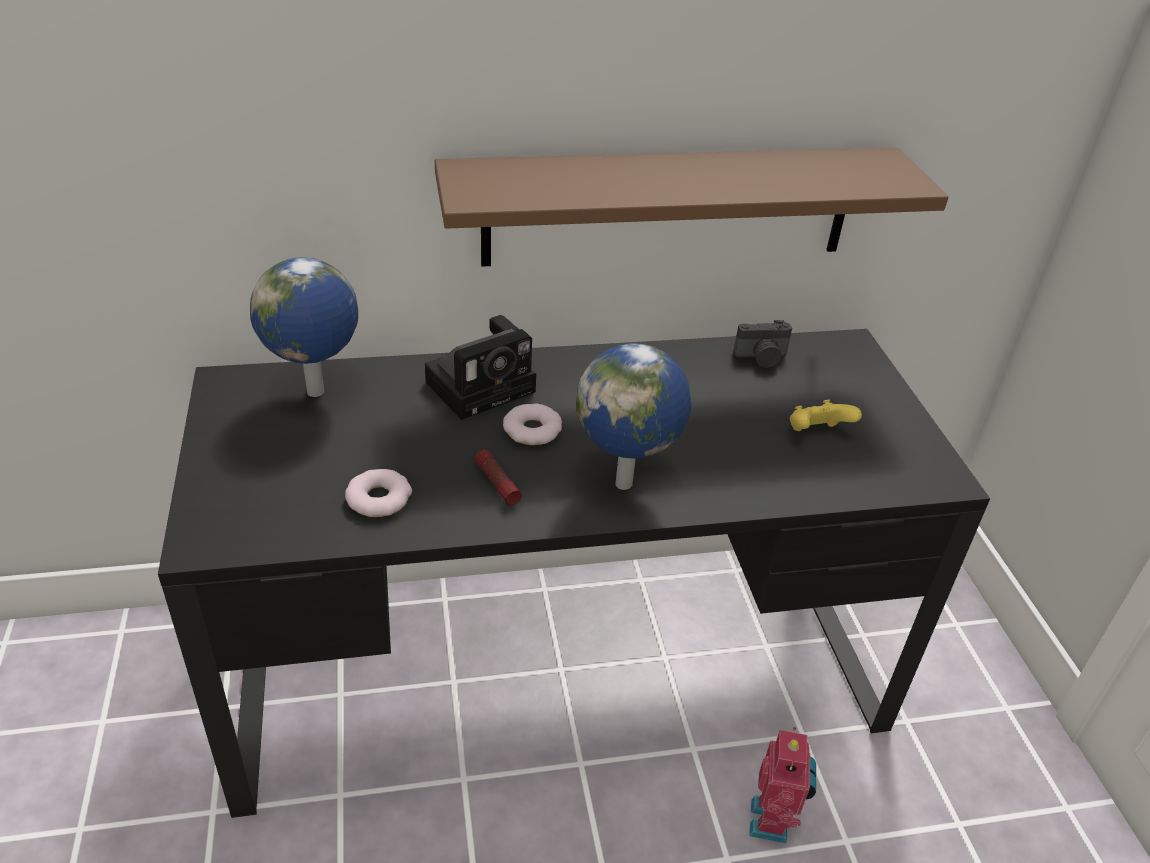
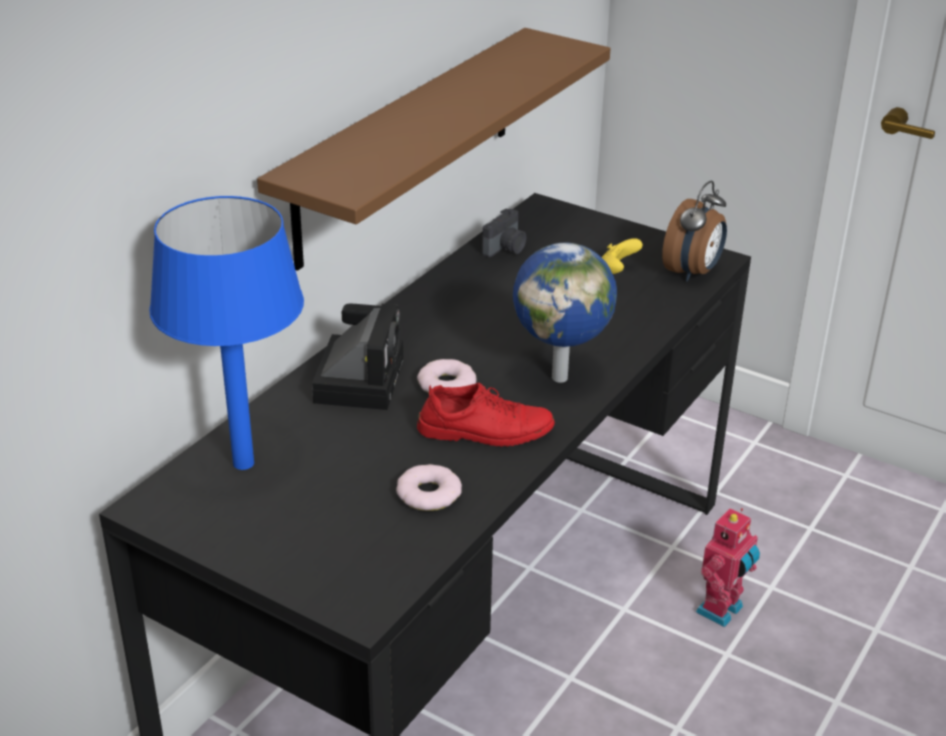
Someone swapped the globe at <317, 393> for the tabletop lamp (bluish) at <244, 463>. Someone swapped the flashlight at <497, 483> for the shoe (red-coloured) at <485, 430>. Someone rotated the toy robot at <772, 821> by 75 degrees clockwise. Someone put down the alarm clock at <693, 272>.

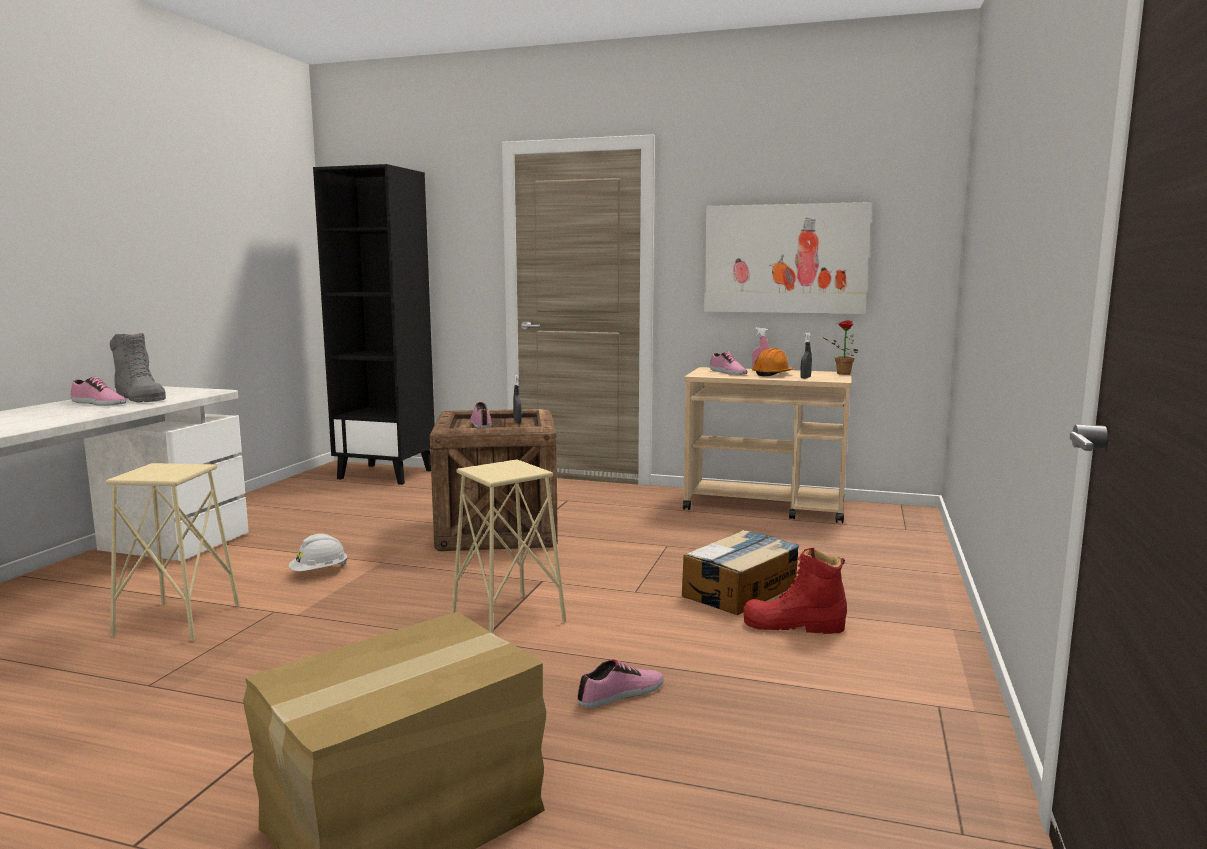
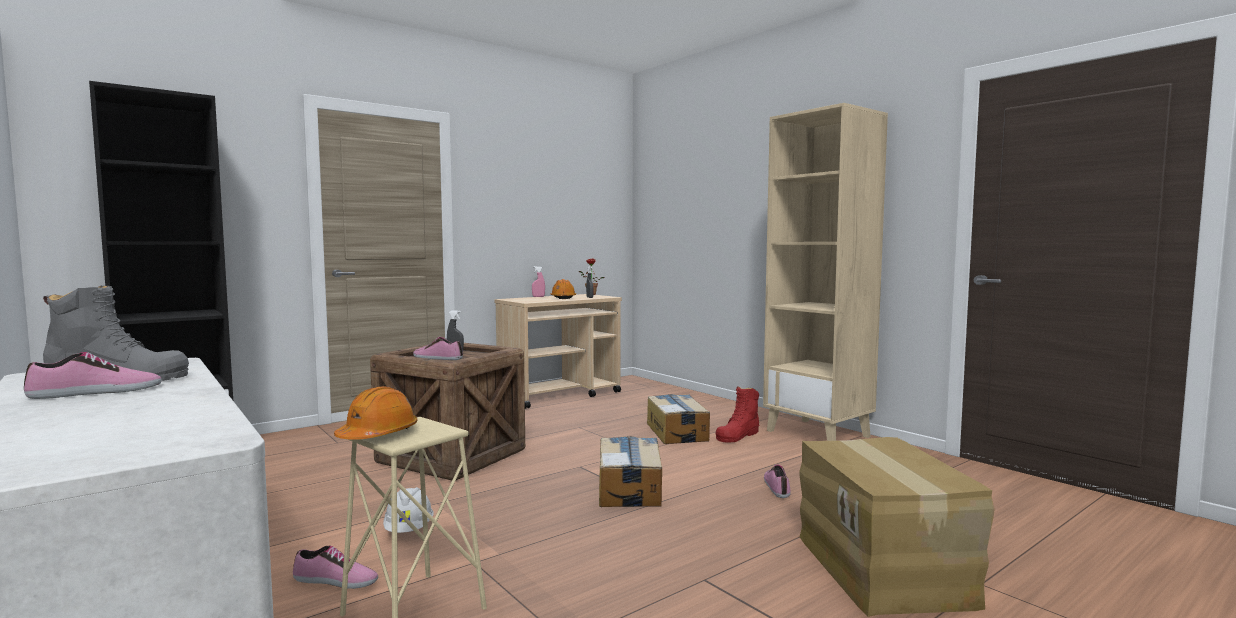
Someone took away the wall art at <785, 259>. Someone carried the shoe from <727, 372> to <335, 581>. Someone swapped the stool seat (beige) at <508, 618> for the cardboard box at <629, 488>. Someone put down the bookcase (beige) at <818, 433>. Someone put down the work helmet (orange-coloured) at <378, 435>.

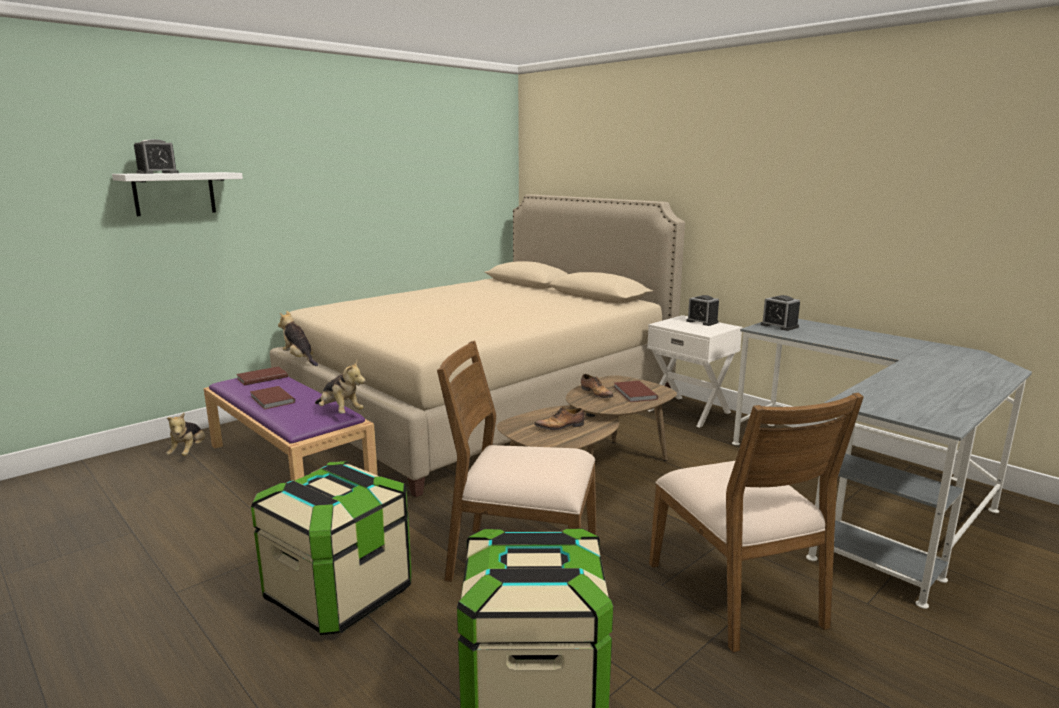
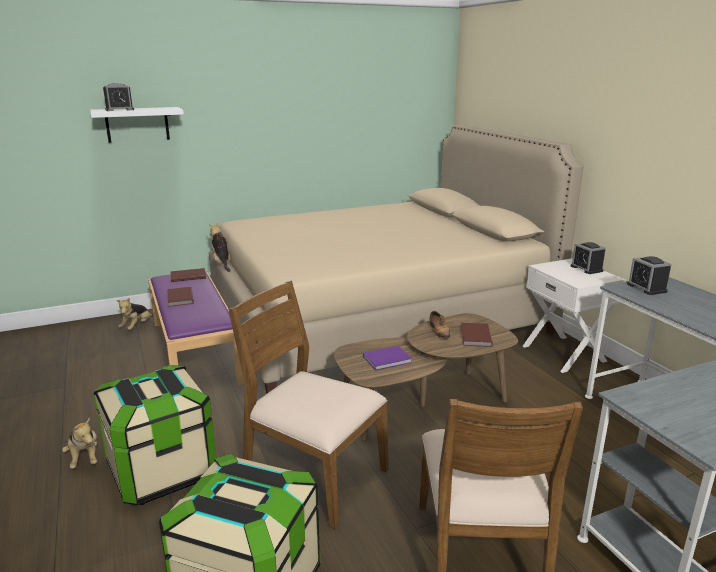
Someone carried the cuddly toy from <340, 412> to <85, 458>. Someone swapped the shoe at <561, 427> for the bound book (purplish) at <388, 360>.

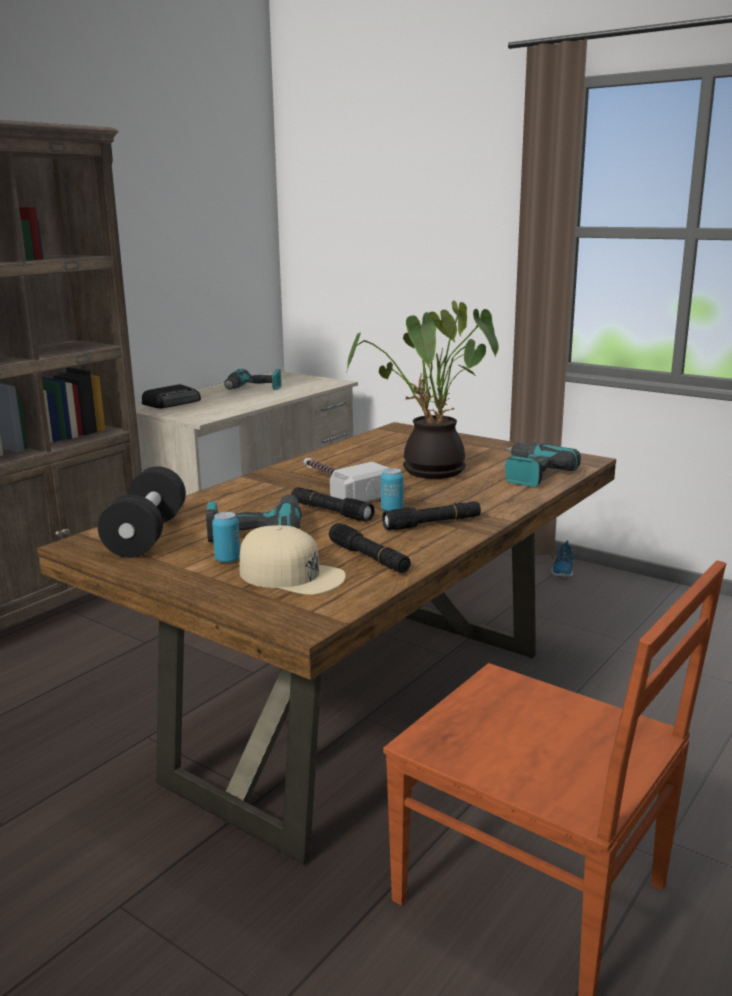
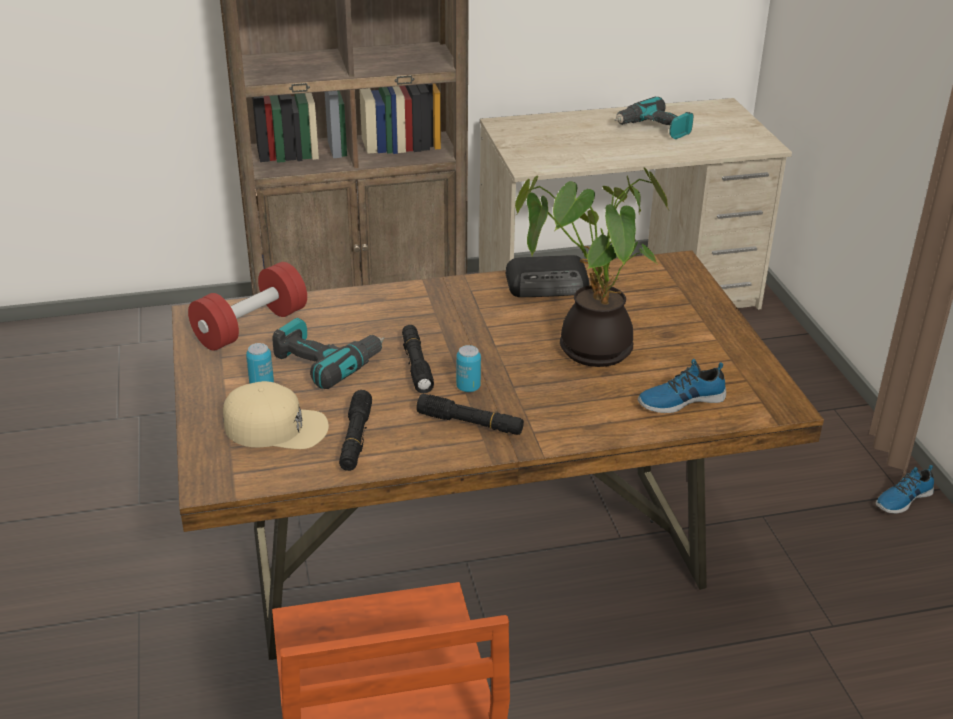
Someone carried the radio set from <173, 402> to <549, 284>. Someone swapped the power drill at <530, 474> for the shoe at <680, 400>. Someone took away the hand hammer at <338, 487>. Someone repainted the hand weight (black-coloured) at <147, 535>, which became the hand weight (red-coloured) at <251, 327>. Someone rotated the cap (beige) at <291, 575> by 60 degrees counterclockwise.

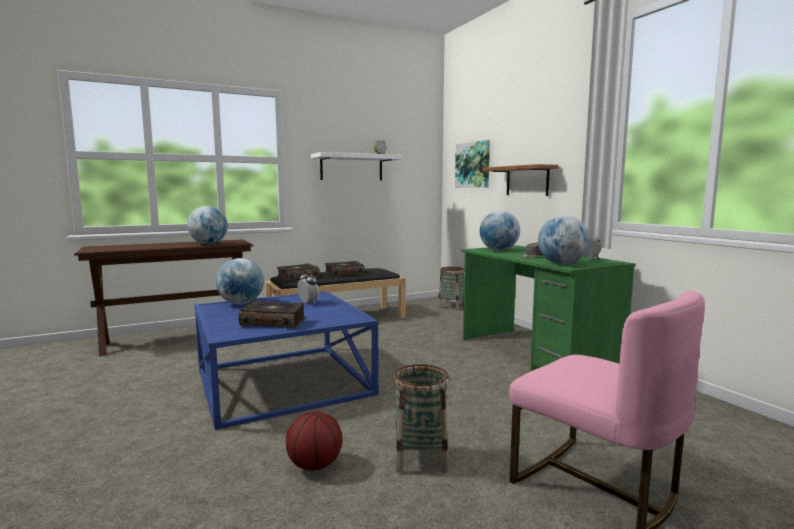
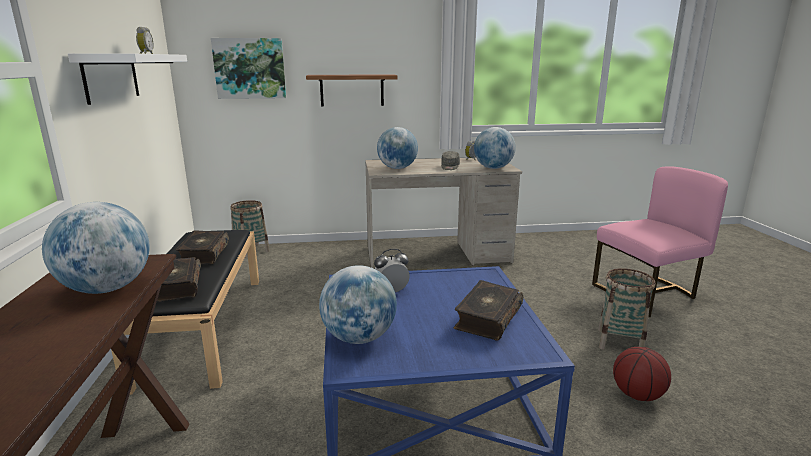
Someone repainted the desk (green-coloured) at <535, 356>, which became the desk (beige) at <437, 255>.

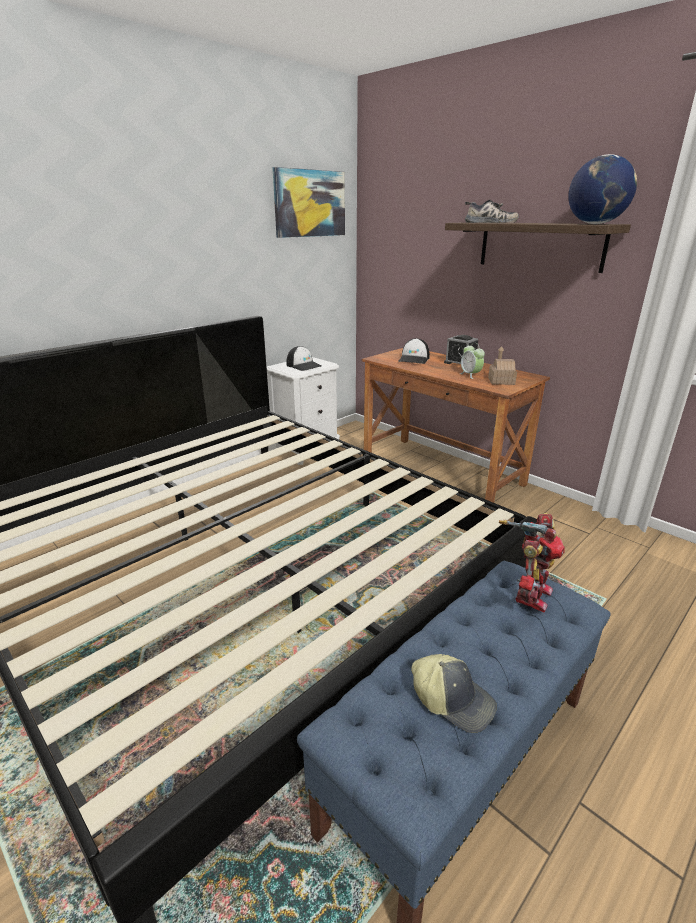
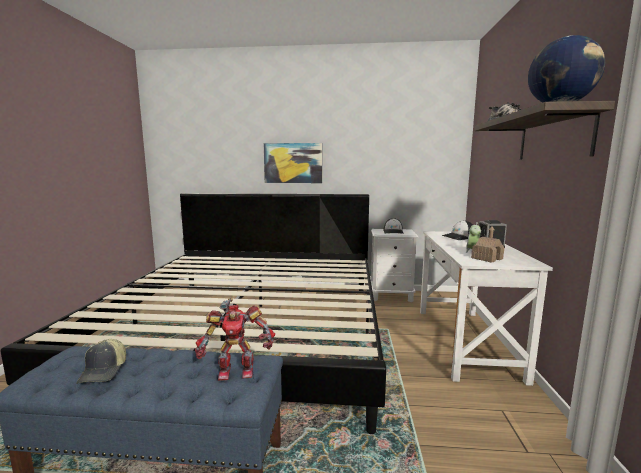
Someone carried the wall art from <309, 203> to <293, 163>. Someone repainted the desk (brownish) at <441, 471>, which became the desk (white-coloured) at <465, 341>.

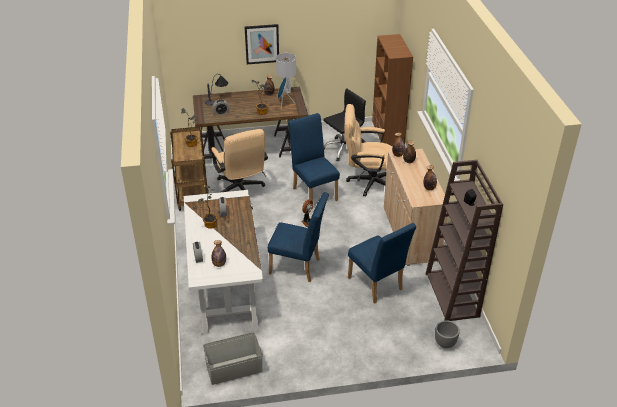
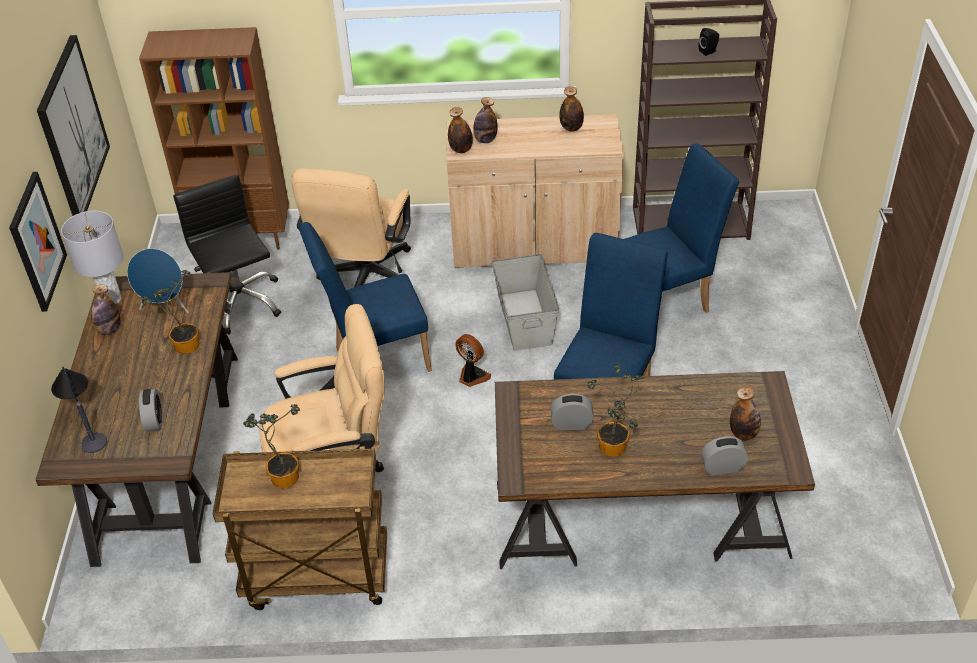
Someone repainted the desk (white-coloured) at <224, 281>, which became the desk (brownish) at <639, 520>. Someone took away the plant pot (greyish) at <445, 344>. Someone carried the storage box (greyish) from <234, 369> to <525, 319>. Someone put up the wall art at <72, 129>.

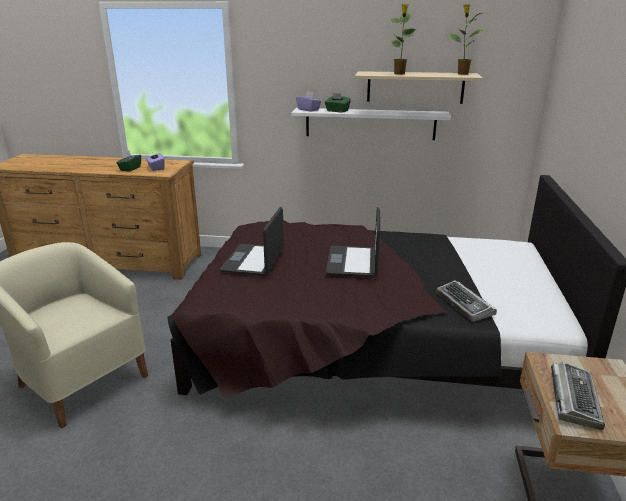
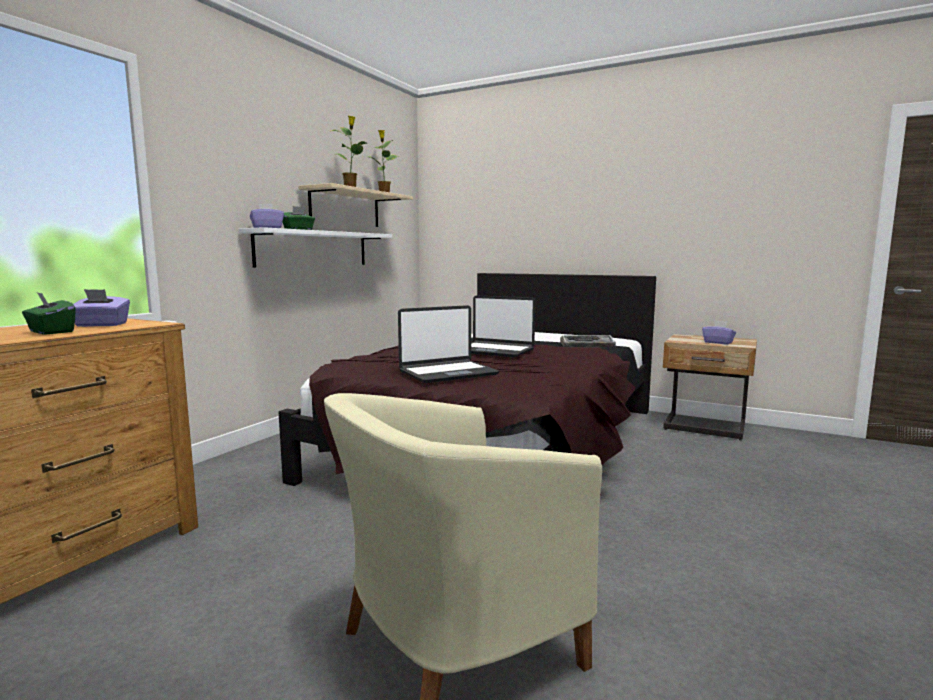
Someone rotated the laptop at <254, 261> by 60 degrees counterclockwise. Someone swapped the PC keyboard at <574, 398> for the box of tissues (purplish) at <718, 342>.

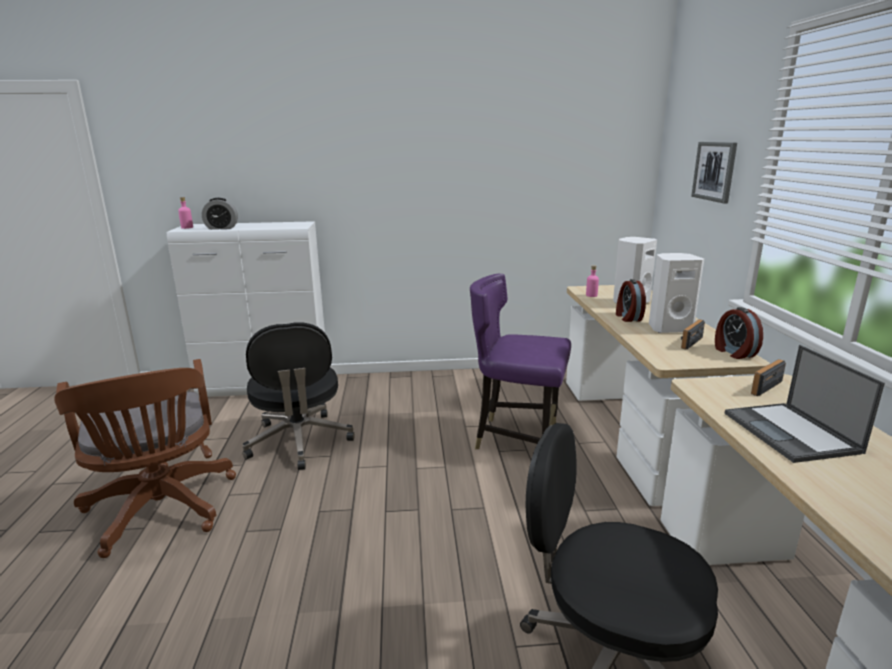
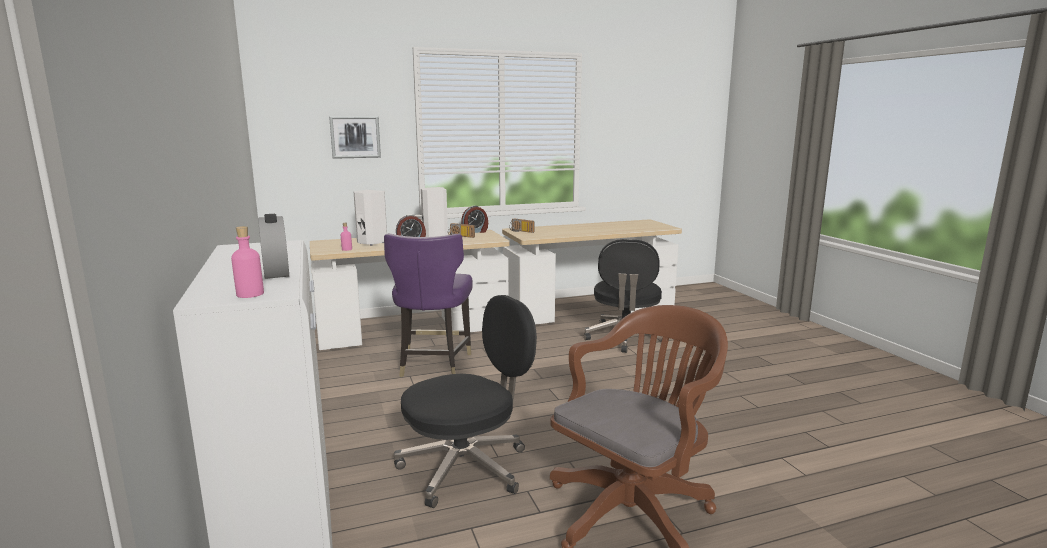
Someone took away the laptop at <792, 433>.

